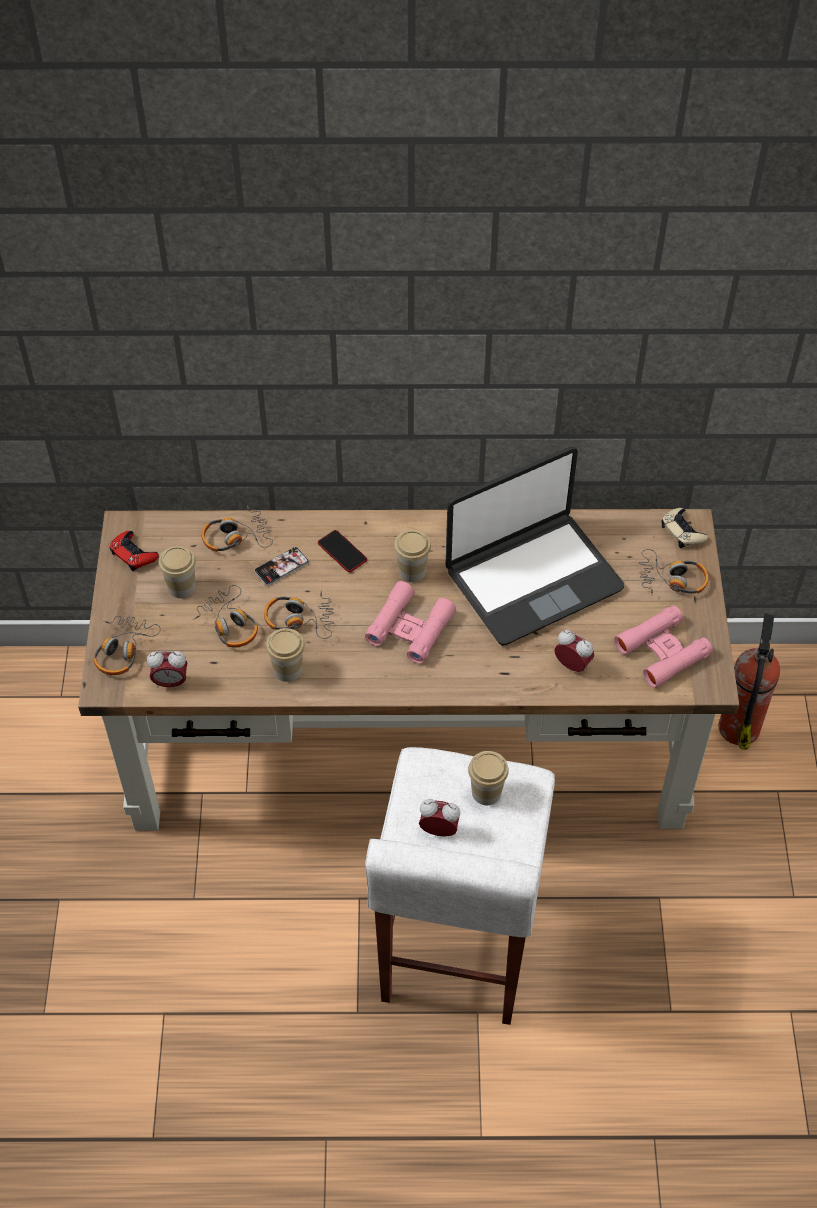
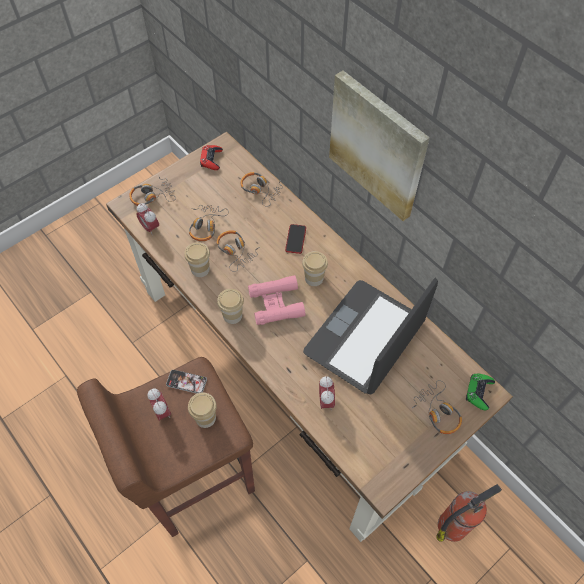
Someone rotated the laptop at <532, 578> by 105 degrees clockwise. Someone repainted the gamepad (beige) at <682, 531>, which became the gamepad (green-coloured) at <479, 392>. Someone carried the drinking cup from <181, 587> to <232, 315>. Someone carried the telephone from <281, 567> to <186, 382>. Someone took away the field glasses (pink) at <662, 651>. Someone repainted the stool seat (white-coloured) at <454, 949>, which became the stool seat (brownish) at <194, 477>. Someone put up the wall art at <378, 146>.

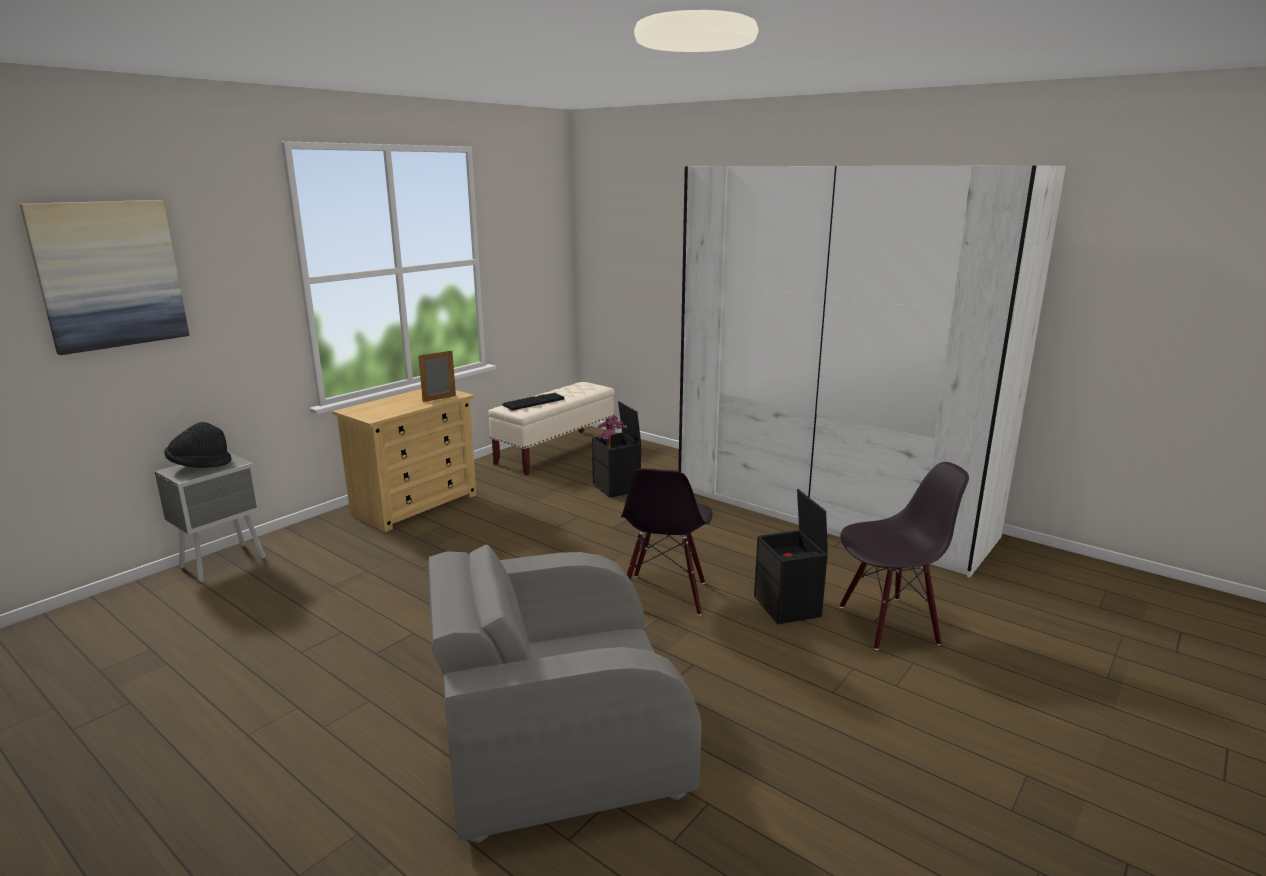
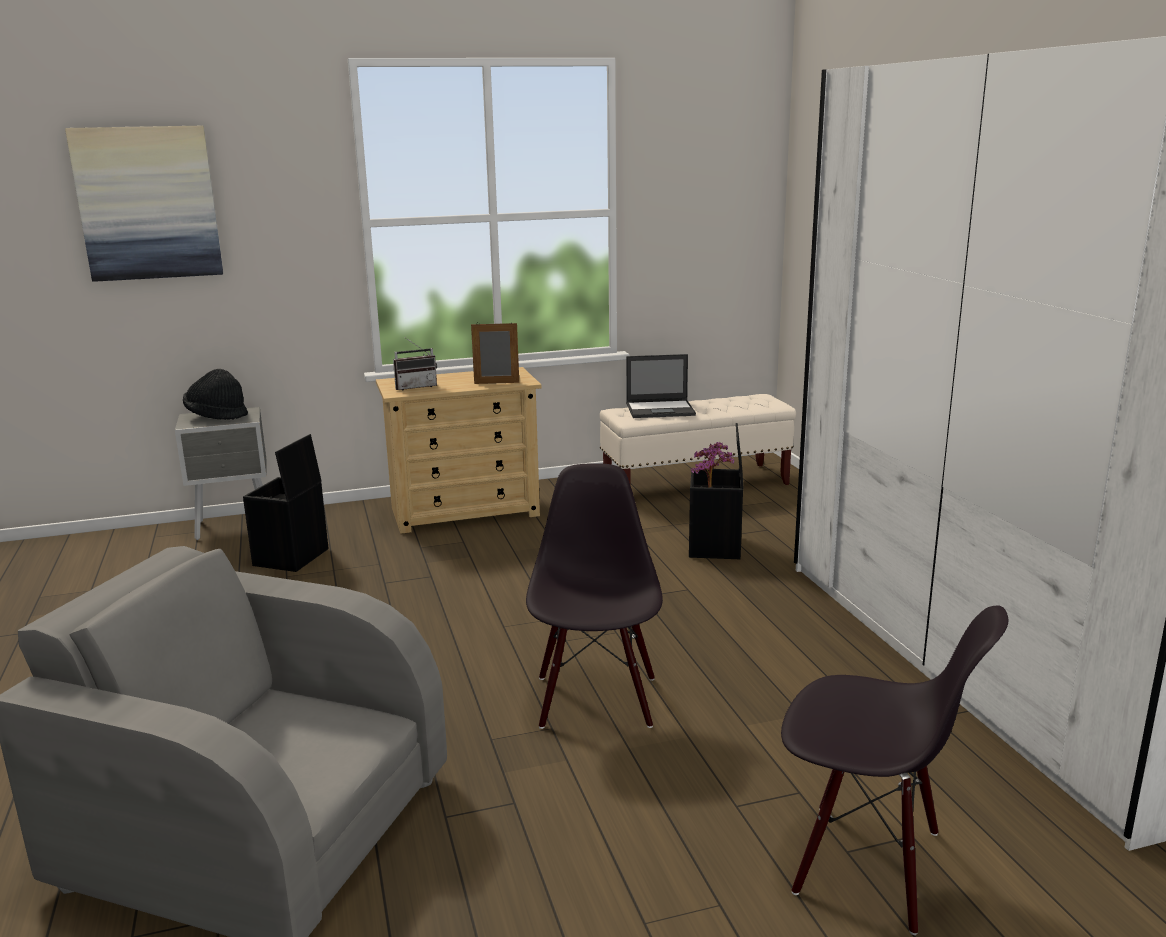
Someone swapped the PC keyboard at <534, 402> for the laptop at <661, 409>. Someone rotated the plain chair (black-coloured) at <664, 594> by 135 degrees clockwise. Someone carried the storage box (black-coloured) from <788, 607> to <291, 558>. Someone put down the radio set at <415, 387>.

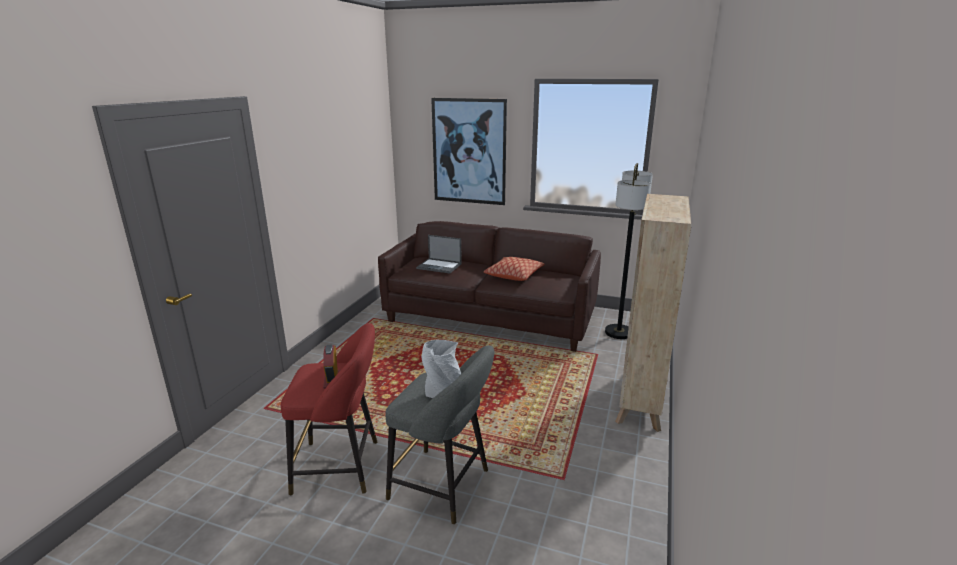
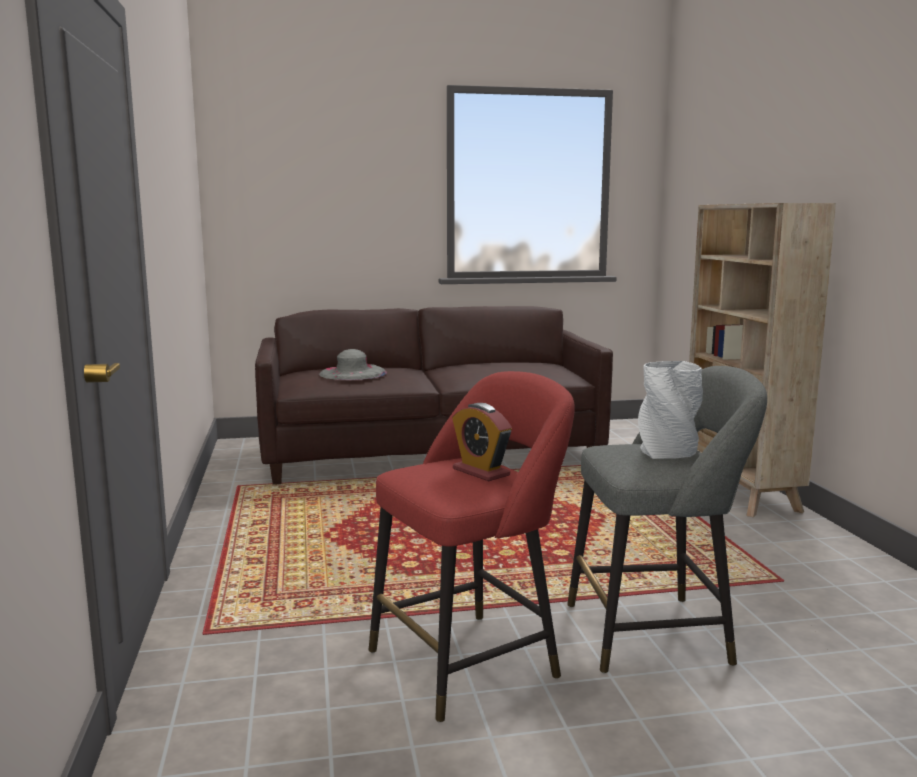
Someone took away the wall art at <469, 152>. Someone took away the floor lamp at <618, 332>. Someone swapped the laptop at <439, 266> for the hat (greyish) at <353, 373>. Someone took away the cushion at <514, 275>.

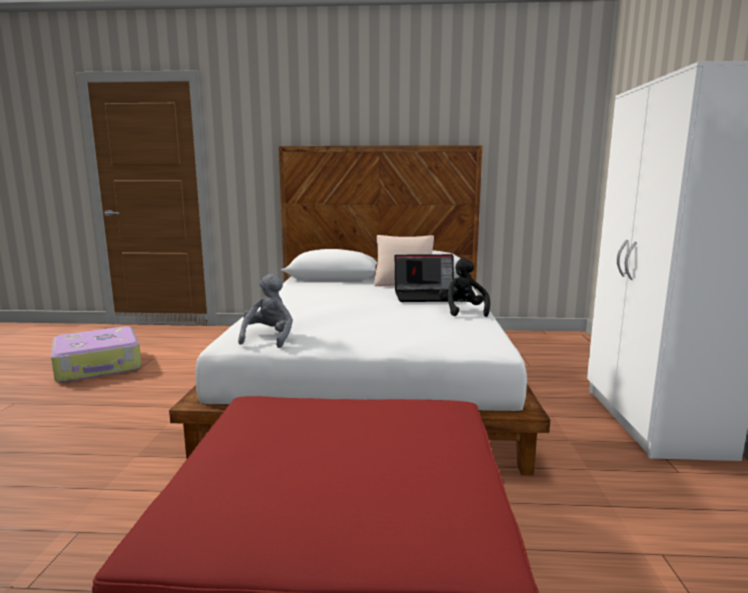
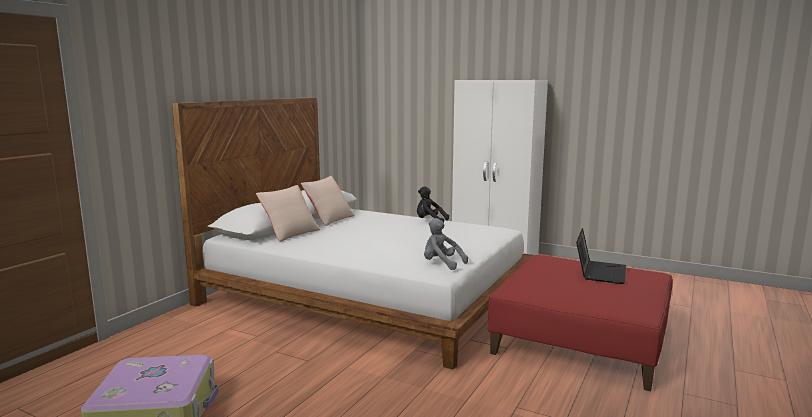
Someone carried the laptop from <427, 296> to <599, 272>. Someone put down the cushion (beige) at <290, 233>.

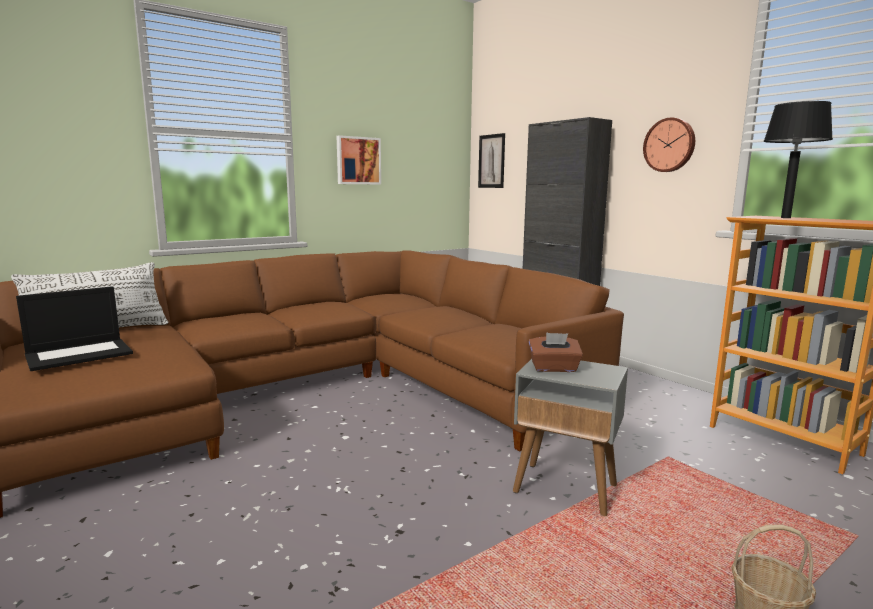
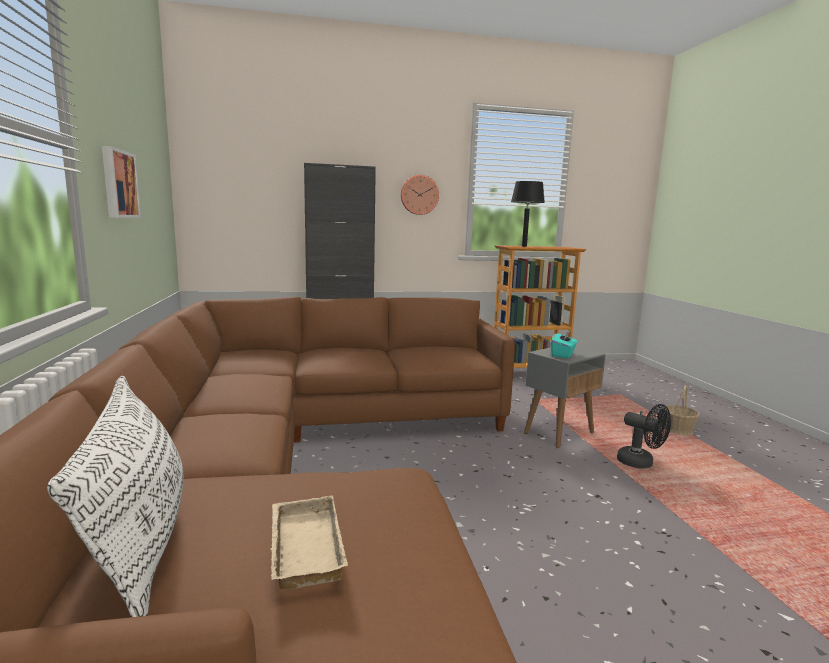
Someone took away the wall art at <491, 161>. Someone swapped the laptop at <80, 354> for the carrying tray (beige) at <302, 546>. Someone repainted the box of tissues (brownish) at <554, 368>, which became the box of tissues (blue-green) at <563, 355>. Someone put down the fan (black-coloured) at <641, 463>.

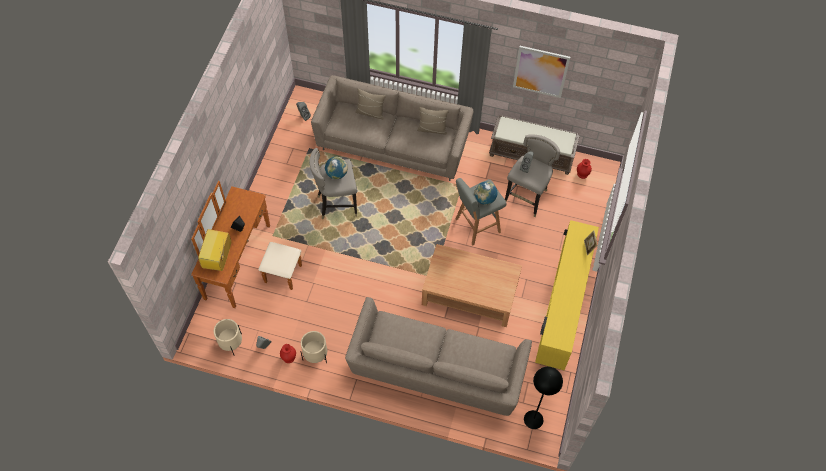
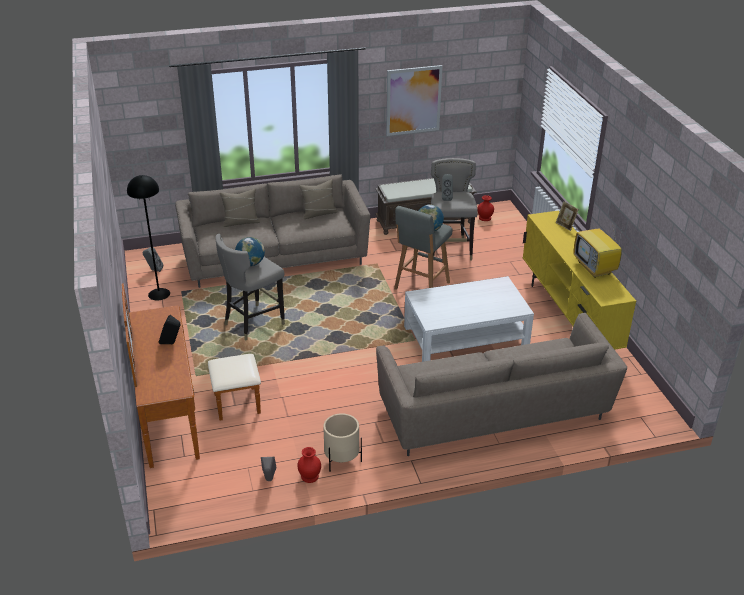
Someone carried the television from <218, 259> to <595, 268>. Someone repainted the lounge table (brownish) at <469, 293>, which became the lounge table (white-coloured) at <465, 338>. Someone took away the plant pot (beige) at <231, 343>. Someone carried the floor lamp (black-coloured) from <533, 419> to <159, 294>.

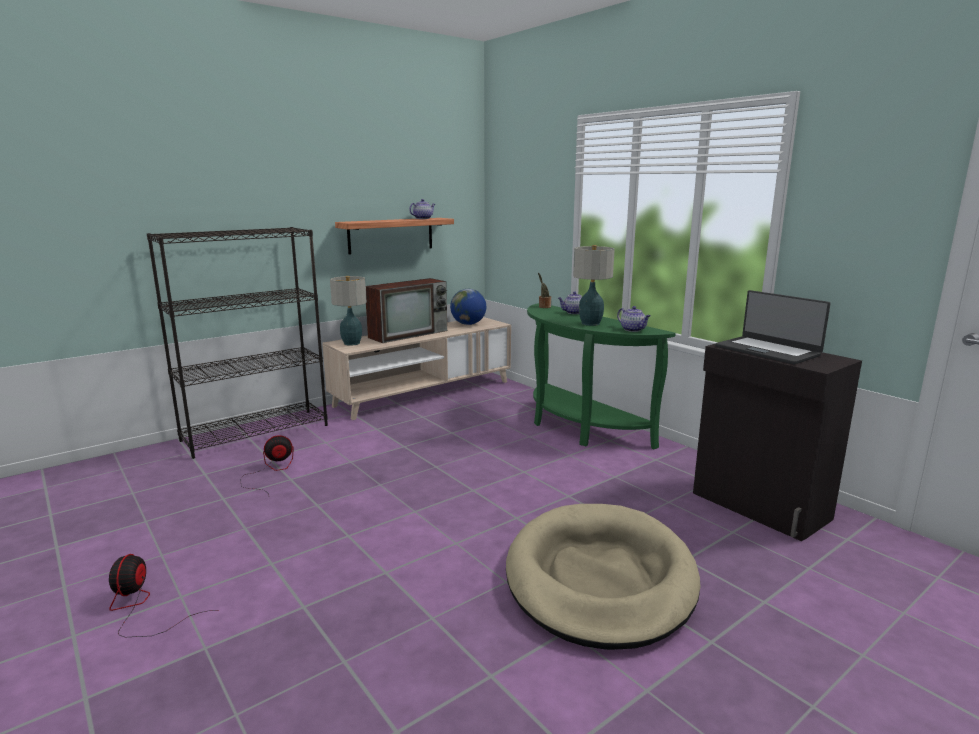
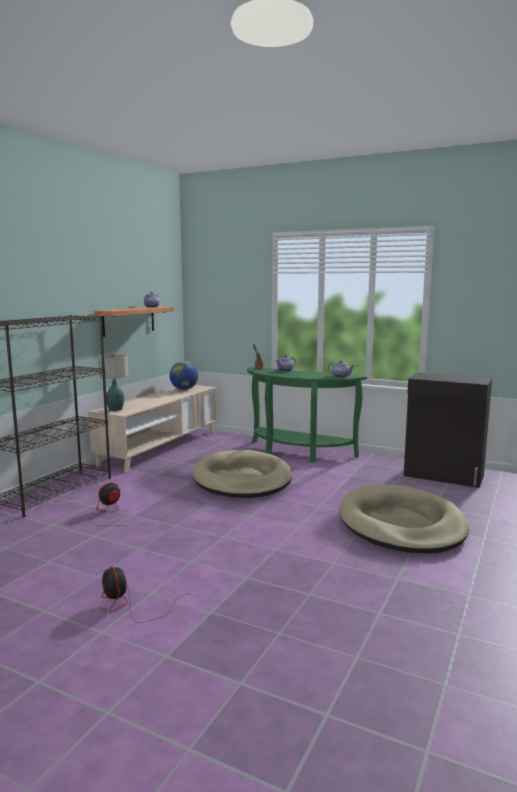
Someone took away the tabletop lamp at <590, 323>. Someone took away the television at <409, 334>. Someone took away the laptop at <767, 350>. Someone put down the dog bed (beige) at <242, 479>.

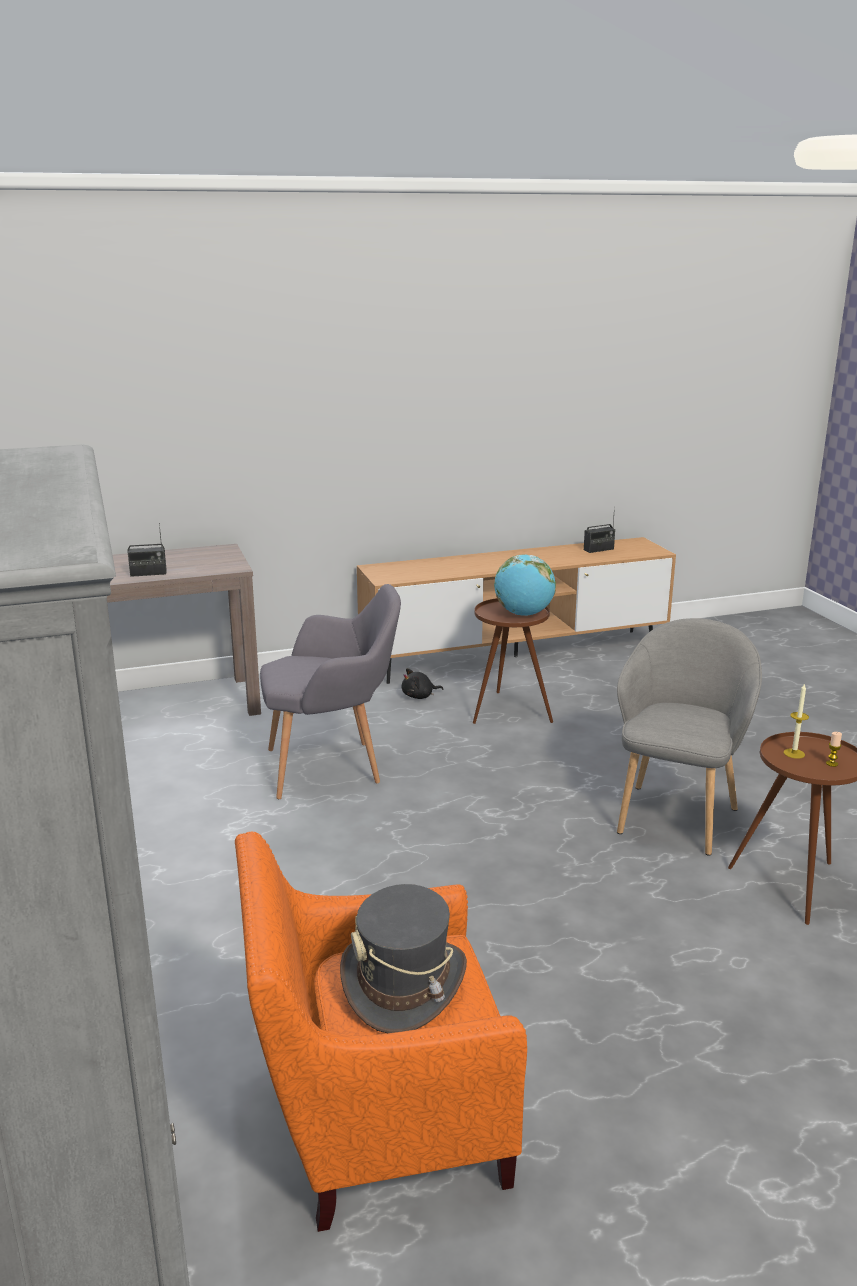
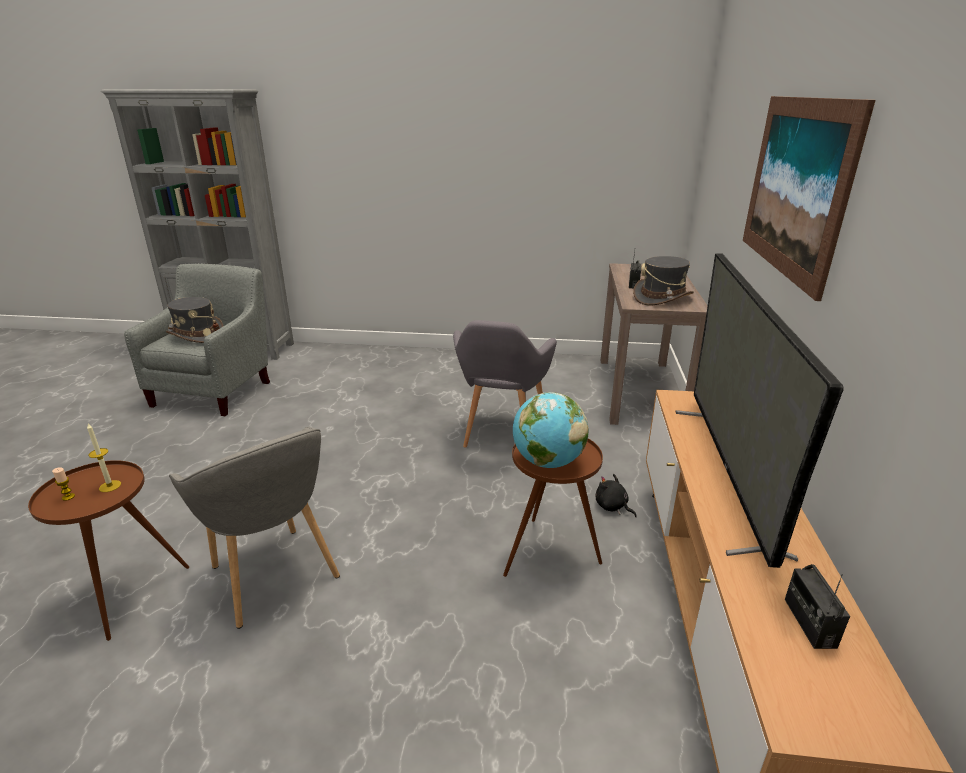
Someone rotated the cuddly toy (black-coloured) at <419, 696> by 45 degrees counterclockwise. Someone repainted the easy chair (orange-coloured) at <375, 1121>, which became the easy chair (greyish) at <217, 390>. Someone put up the wall art at <795, 187>. Someone put down the television at <726, 472>. Someone put down the hat (greyish) at <662, 298>.

